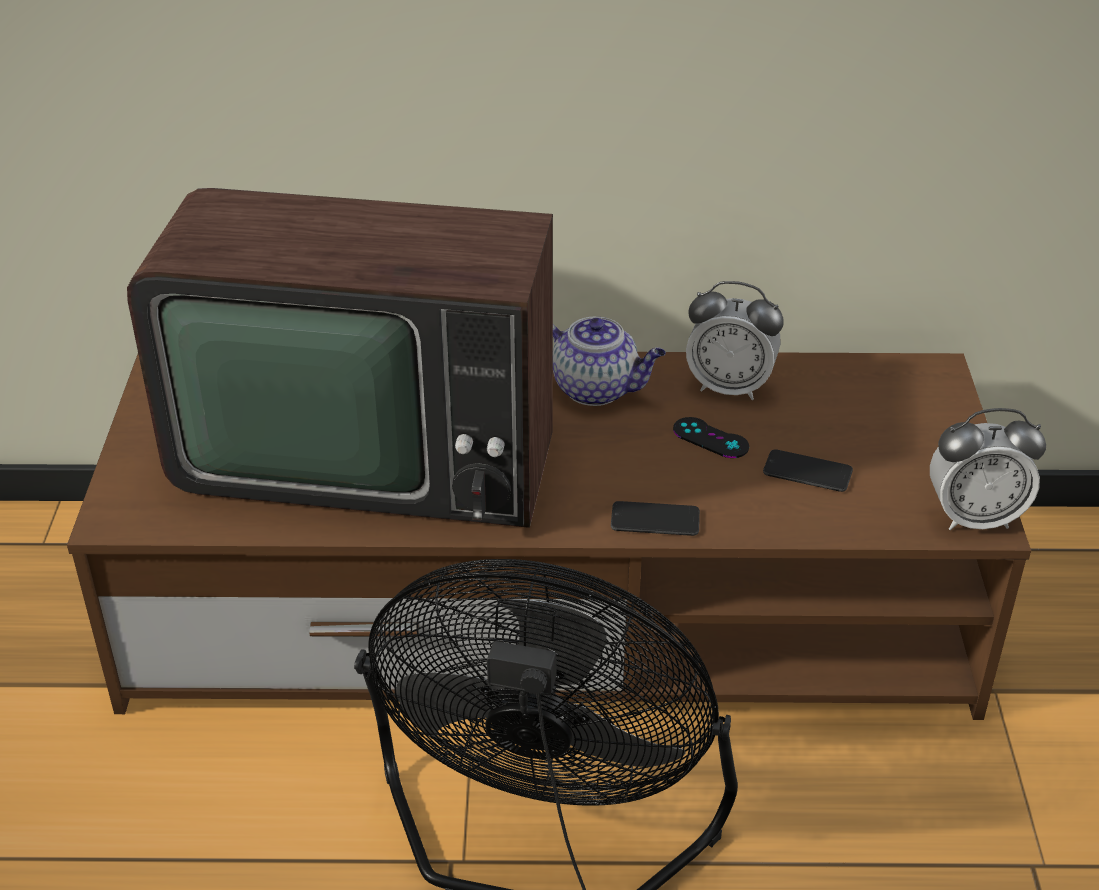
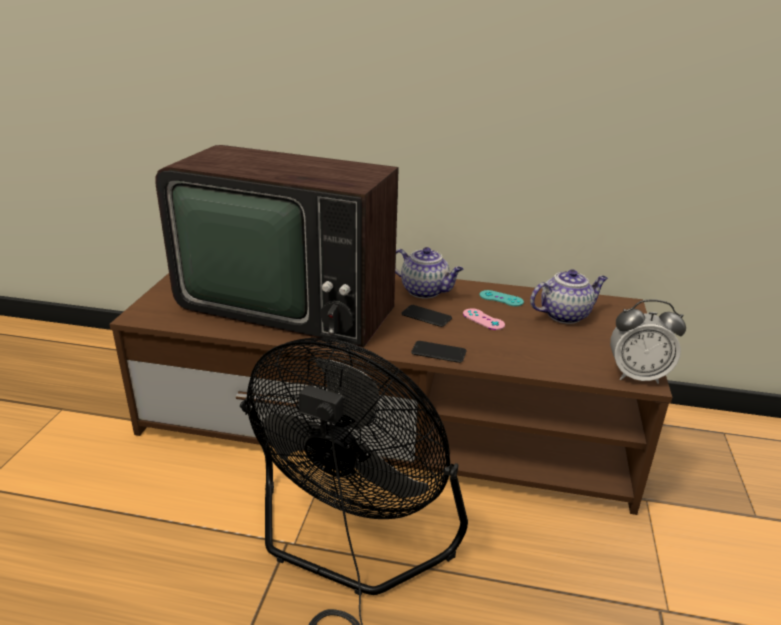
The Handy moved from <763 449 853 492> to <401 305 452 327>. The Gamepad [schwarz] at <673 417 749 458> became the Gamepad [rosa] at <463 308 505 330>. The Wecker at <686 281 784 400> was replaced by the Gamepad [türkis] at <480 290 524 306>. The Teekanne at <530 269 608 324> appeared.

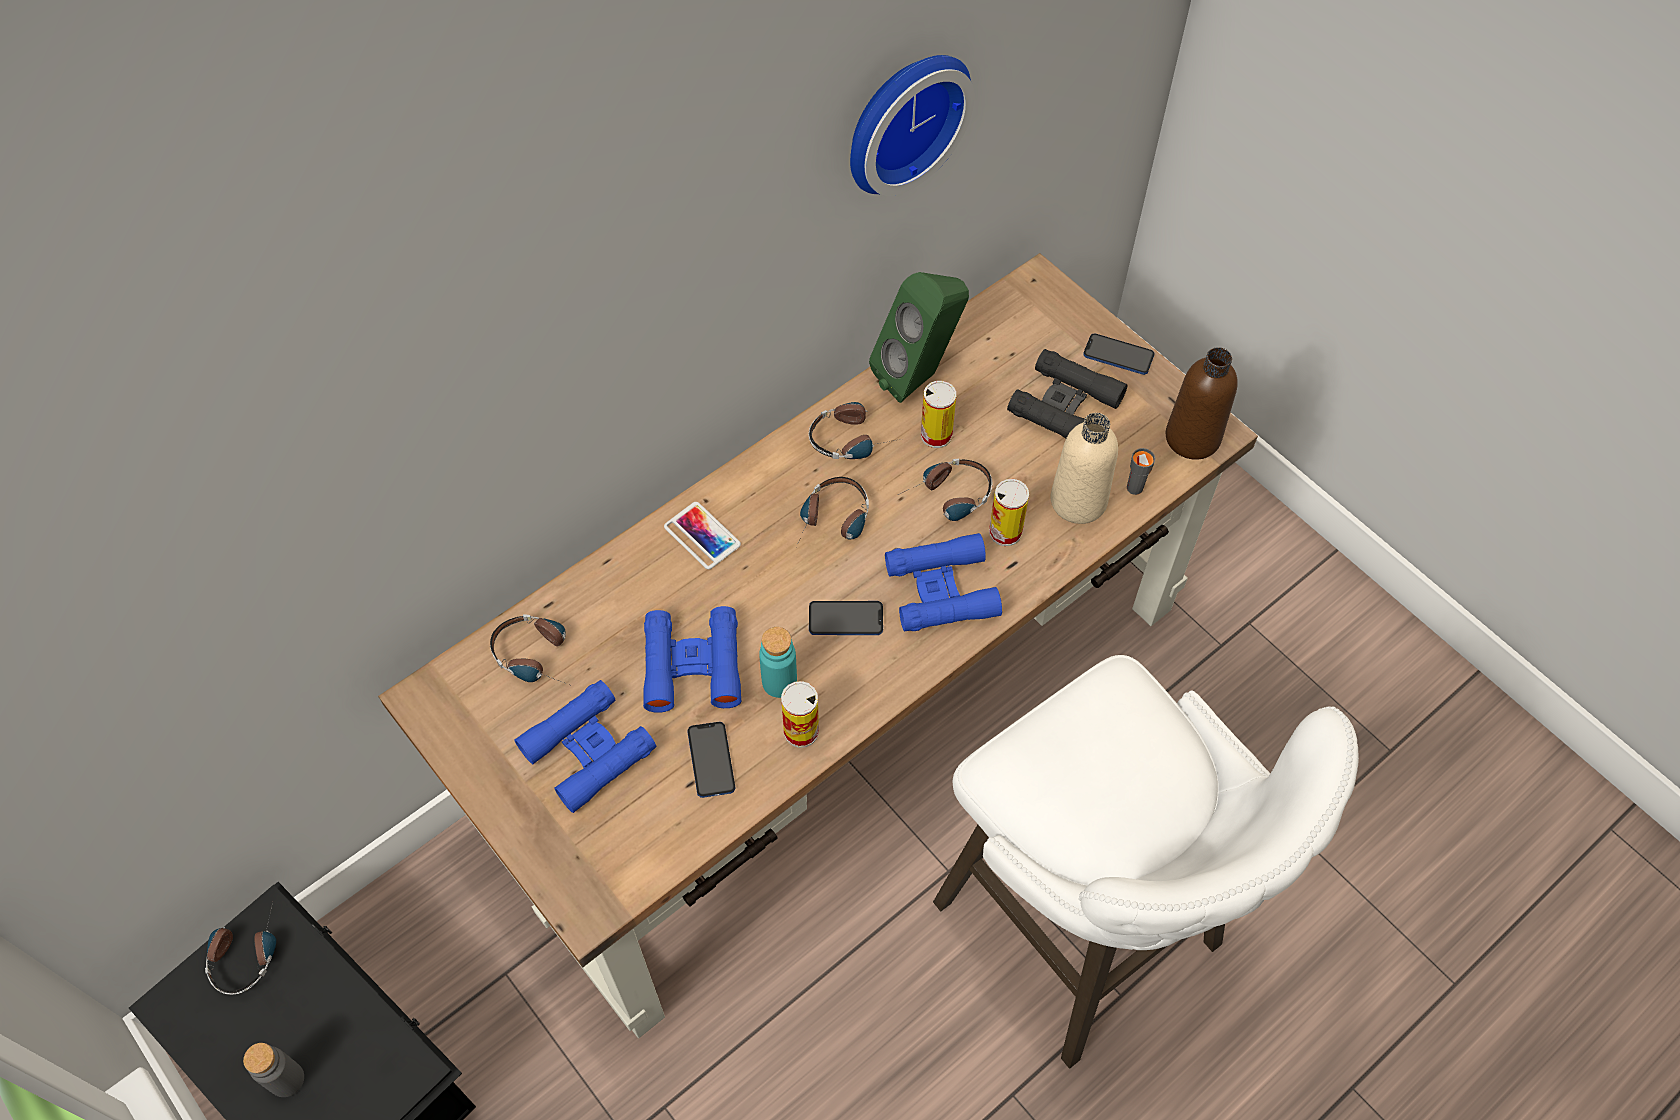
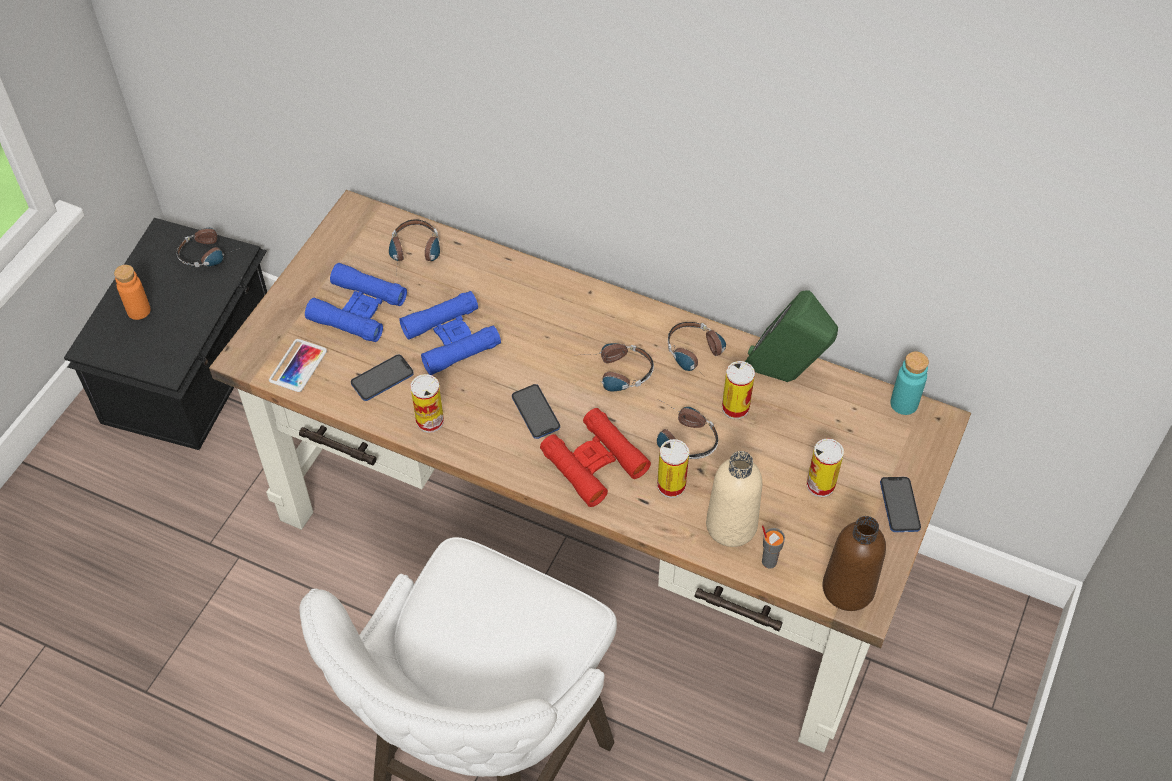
The Flasche [grau] at <243 1043 304 1097> became the Flasche [orange] at <114 265 151 320>. The Handy moved from <664 502 741 569> to <269 339 327 392>. The Fernglas [blau] at <885 533 1002 632> became the Fernglas [rot] at <540 408 651 507>. The Fernglas [schwarz] at <1007 349 1128 438> was replaced by the Dose at <807 438 844 497>. The Flasche [türkis] moved from <759 627 797 698> to <890 352 929 415>. The Wanduhr at <850 55 975 196> disappeared.

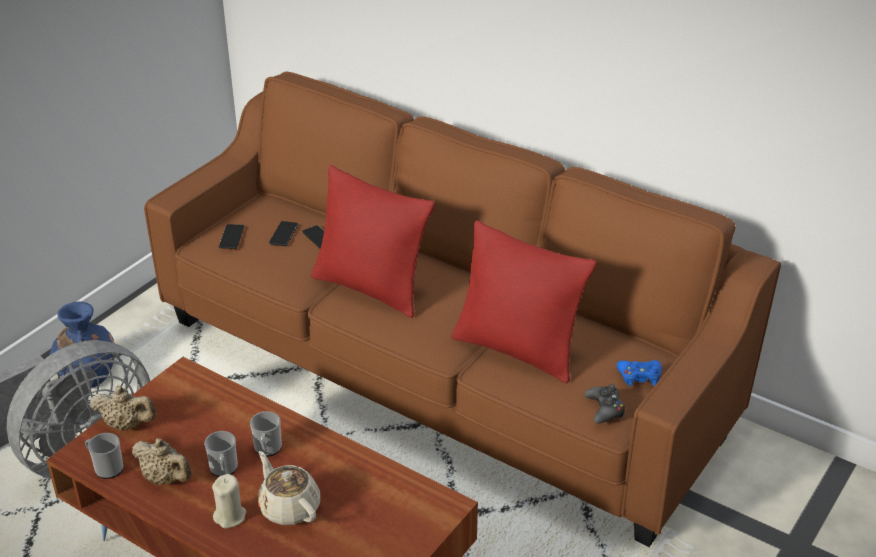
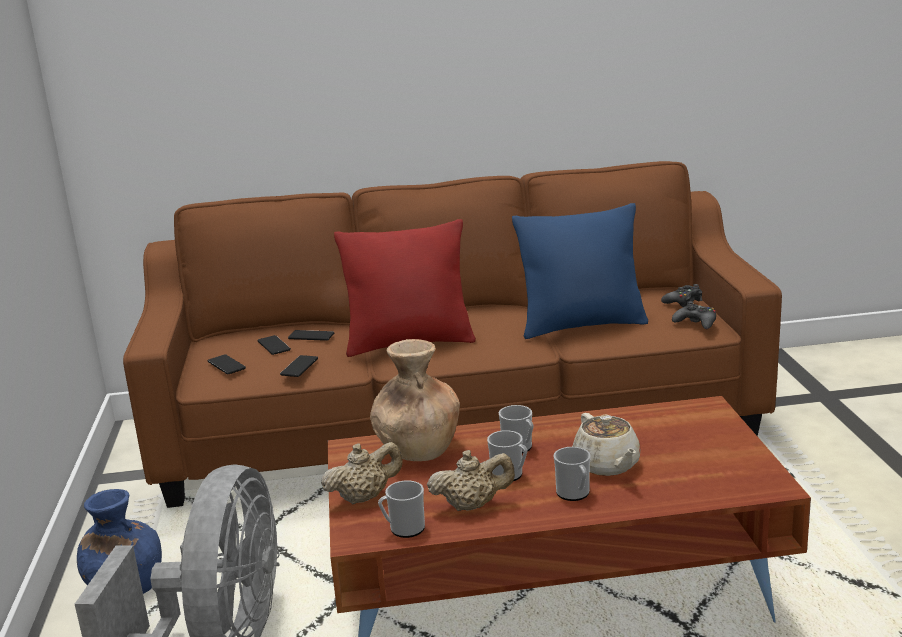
The Handy at <280 355 318 377> appeared. The Vase [braun] at <370 339 460 461> appeared. The Kissen [rot] at <452 220 597 383> became the Kissen [blau] at <512 203 648 339>. The Kerze [beige] at <212 474 246 528> was replaced by the Henkelbecher at <554 447 591 501>. The Teekanne [beige] at <258 451 320 525> turned 120 degrees counterclockwise. The Gamepad [blau] at <617 360 662 387> became the Gamepad [schwarz] at <661 284 702 307>.

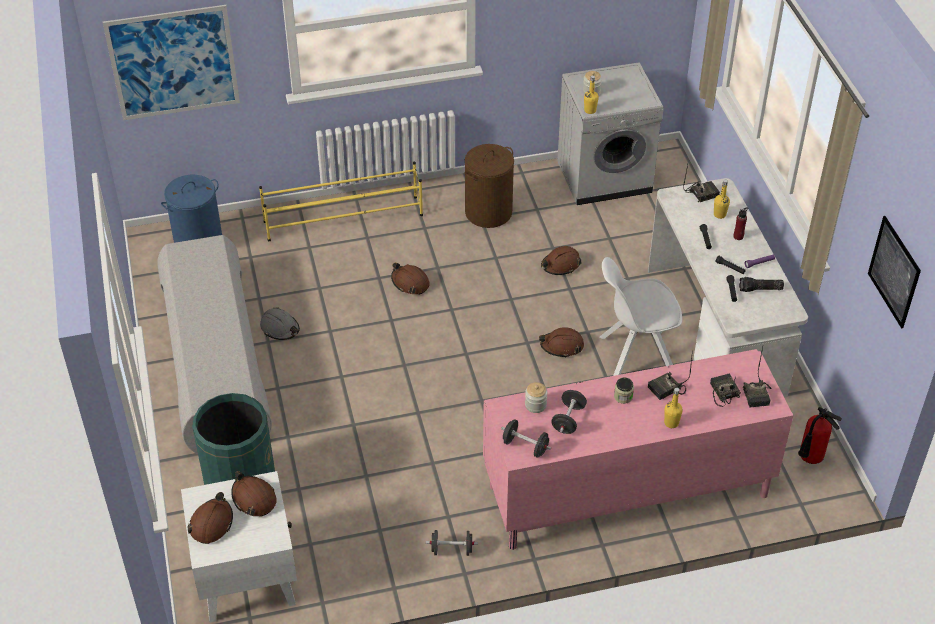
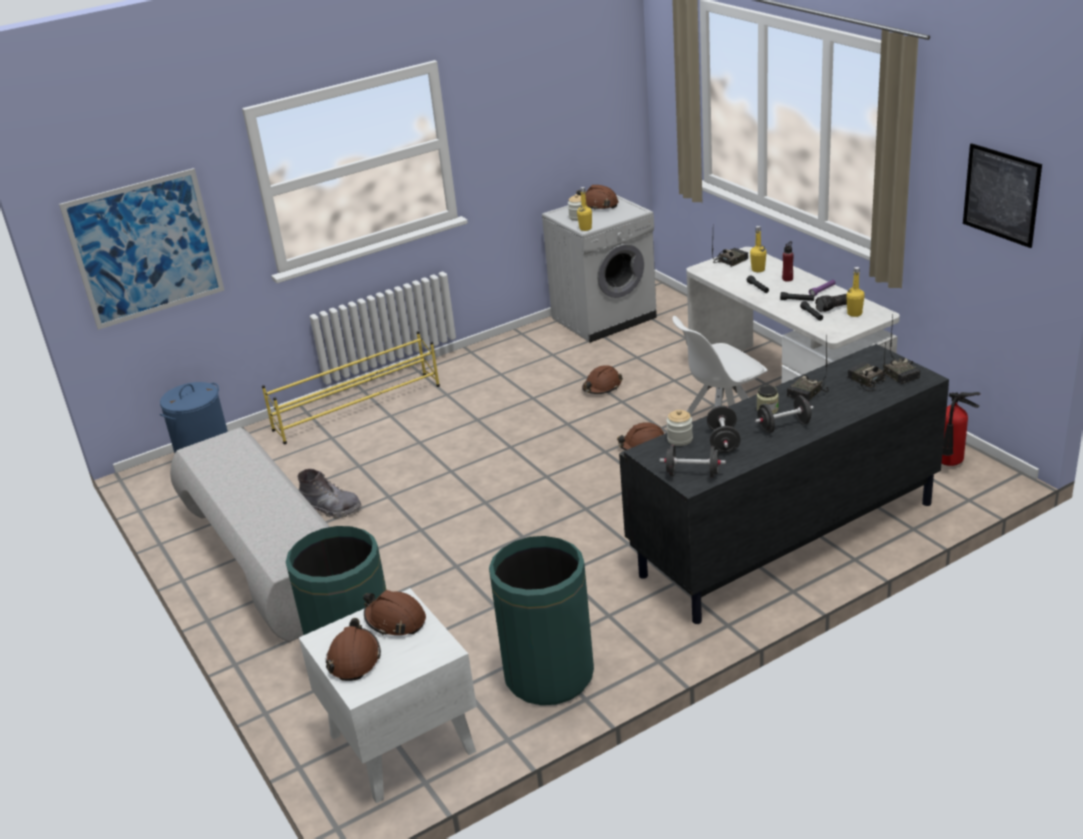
The Schutzhelm [grau] at <260 307 300 340> was replaced by the Stiefel [grau] at <297 469 362 518>. The Mülleimer [grün] at <489 536 594 705> appeared. The Schutzhelm [braun] moved from <391 263 430 295> to <576 185 618 210>. The Schrank [rosa] at <483 349 793 550> became the Schrank [schwarz] at <619 344 949 624>. The Hantel [schwarz] moved from <426 530 478 556> to <755 395 813 433>. The Flasche [gelb] moved from <664 388 683 428> to <846 267 865 317>. The Wäschekorb [braun] at <464 144 514 228> disappeared.

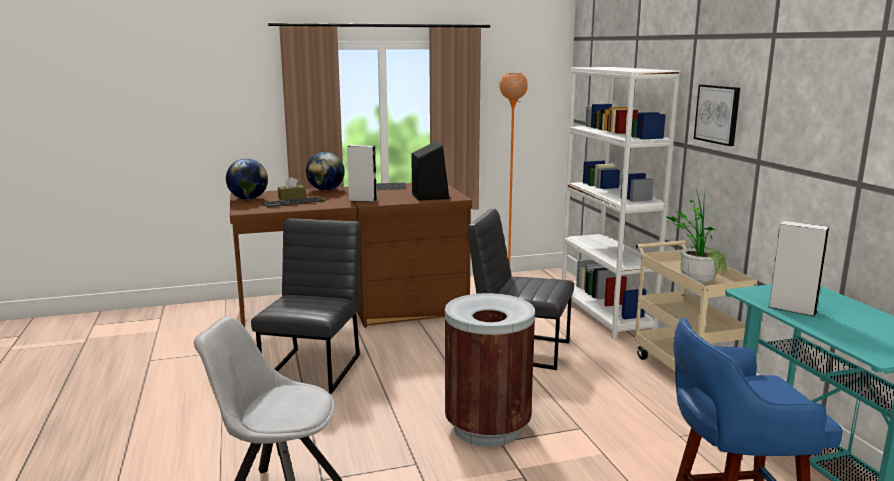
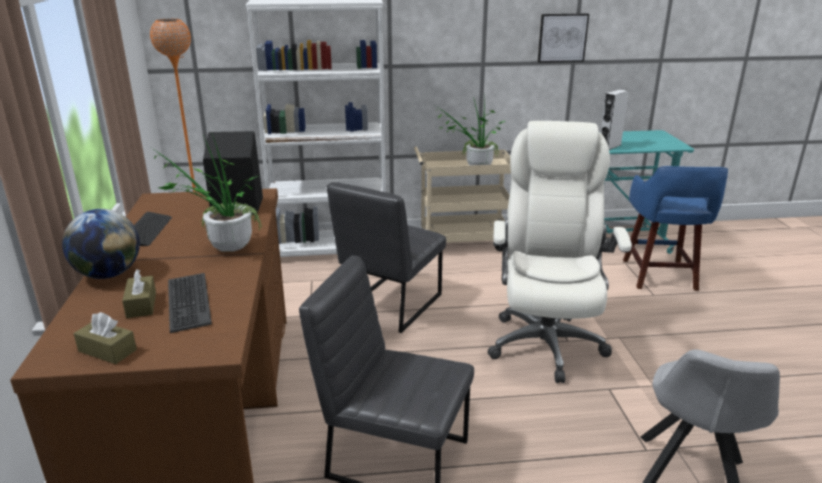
The Globus at <226 159 268 200> was replaced by the Taschentuchbox [braun] at <74 312 137 364>. The Lautsprecher [grau] at <347 145 377 202> was replaced by the Topfpflanze at <152 135 262 252>. The Mülleimer [braun] at <445 293 535 447> was replaced by the Bürostuhl [weiß] at <488 121 632 383>. The Bild moved from <694 85 740 146> to <538 14 589 63>.

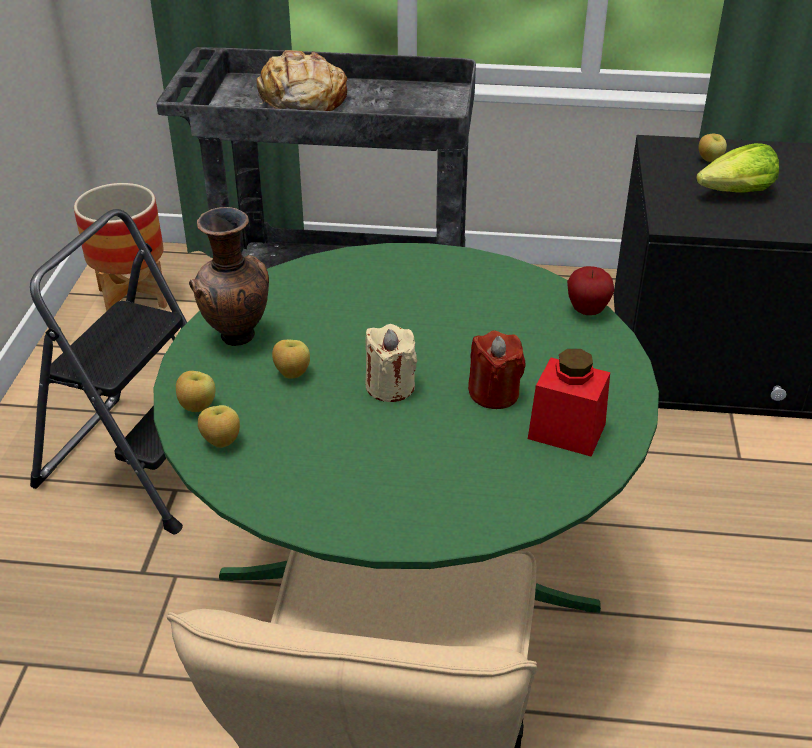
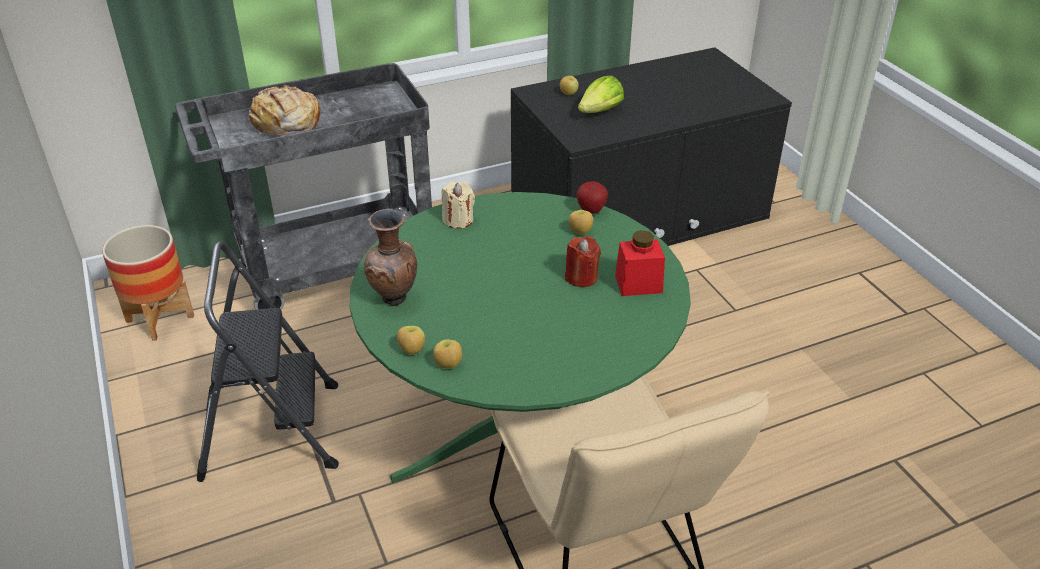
The Kerze [beige] moved from <365 324 417 402> to <441 181 475 229>. The Apfel moved from <272 340 310 379> to <569 210 593 234>.

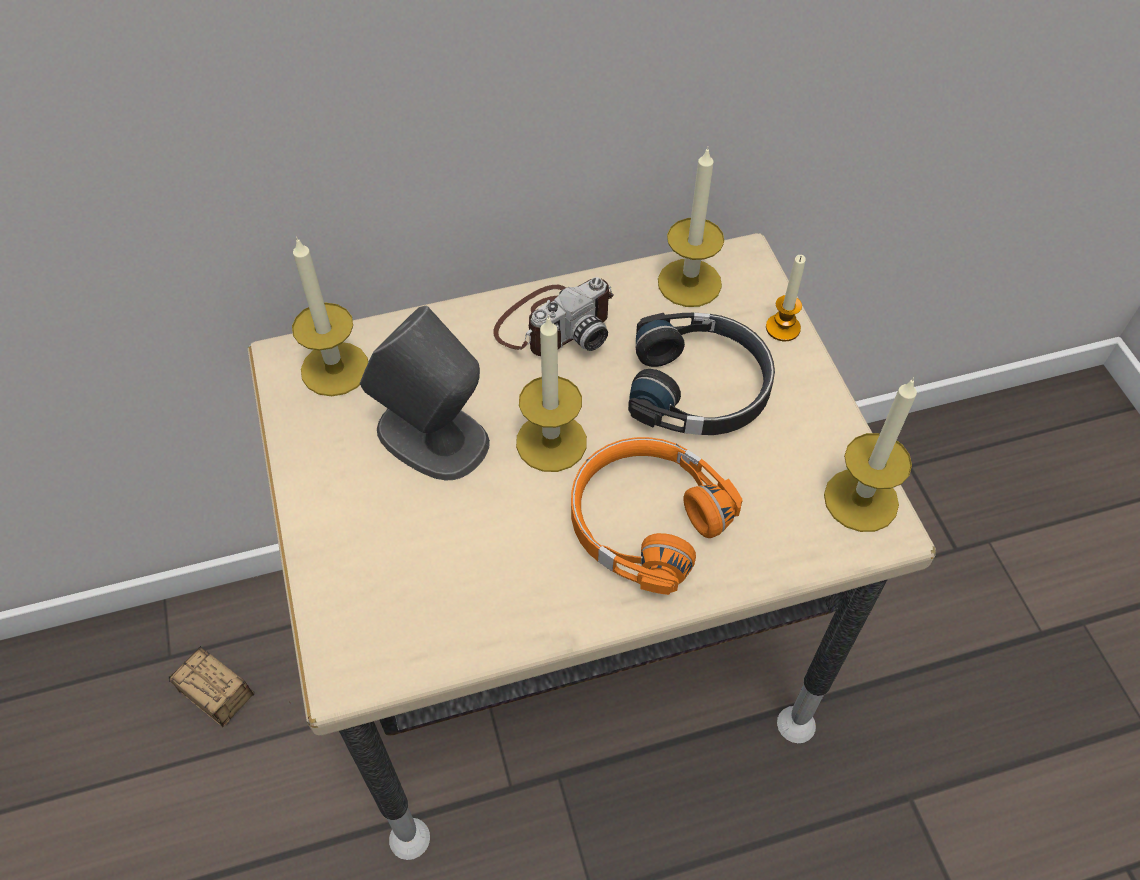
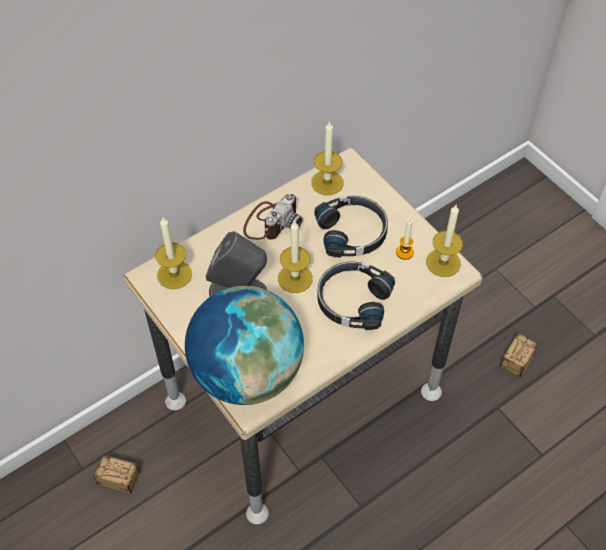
The Globus at <185 286 304 405> appeared. The Kopfhörer [orange] at <571 437 743 595> became the Kopfhörer [schwarz] at <317 261 395 330>. The Kerze moved from <766 255 806 341> to <396 219 414 260>. The Aufbewahrungsbox at <500 333 538 385> appeared.

